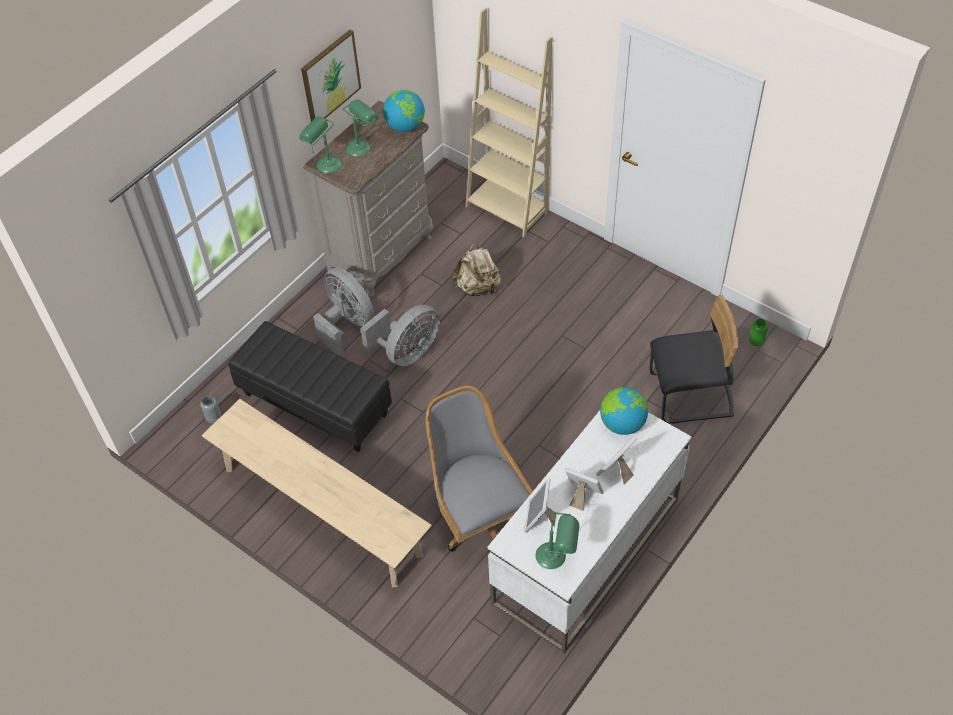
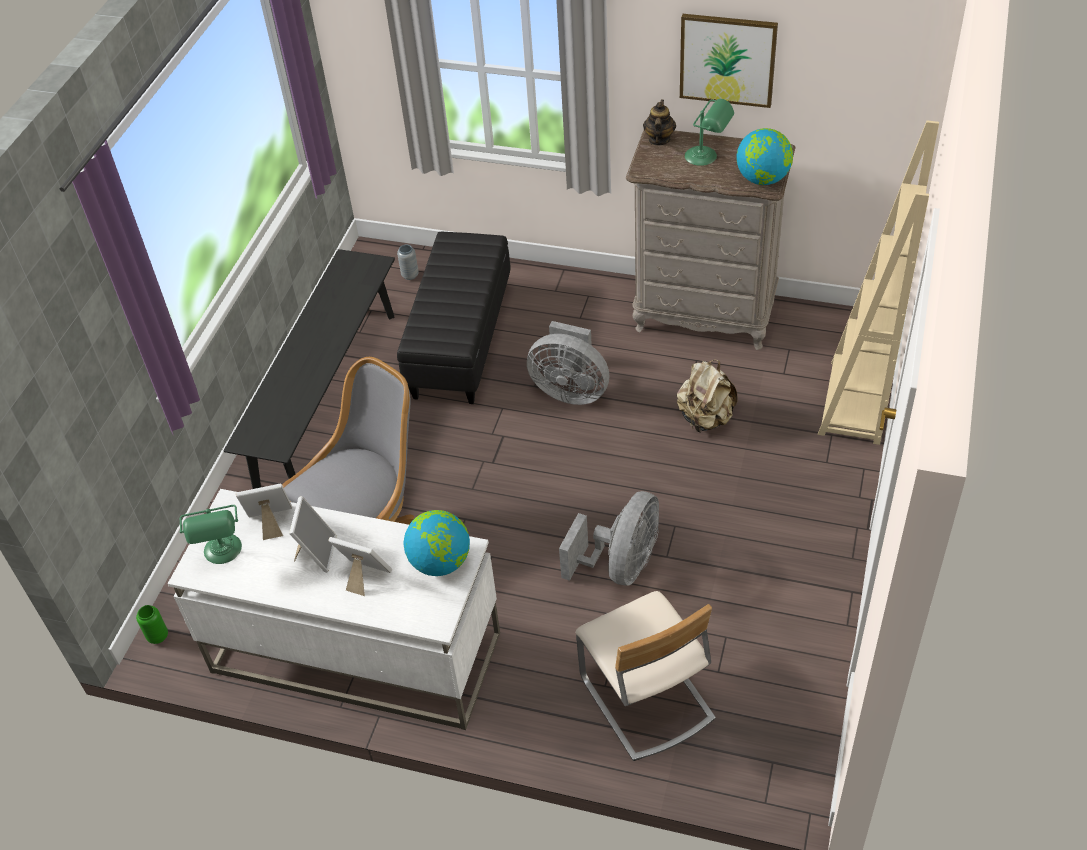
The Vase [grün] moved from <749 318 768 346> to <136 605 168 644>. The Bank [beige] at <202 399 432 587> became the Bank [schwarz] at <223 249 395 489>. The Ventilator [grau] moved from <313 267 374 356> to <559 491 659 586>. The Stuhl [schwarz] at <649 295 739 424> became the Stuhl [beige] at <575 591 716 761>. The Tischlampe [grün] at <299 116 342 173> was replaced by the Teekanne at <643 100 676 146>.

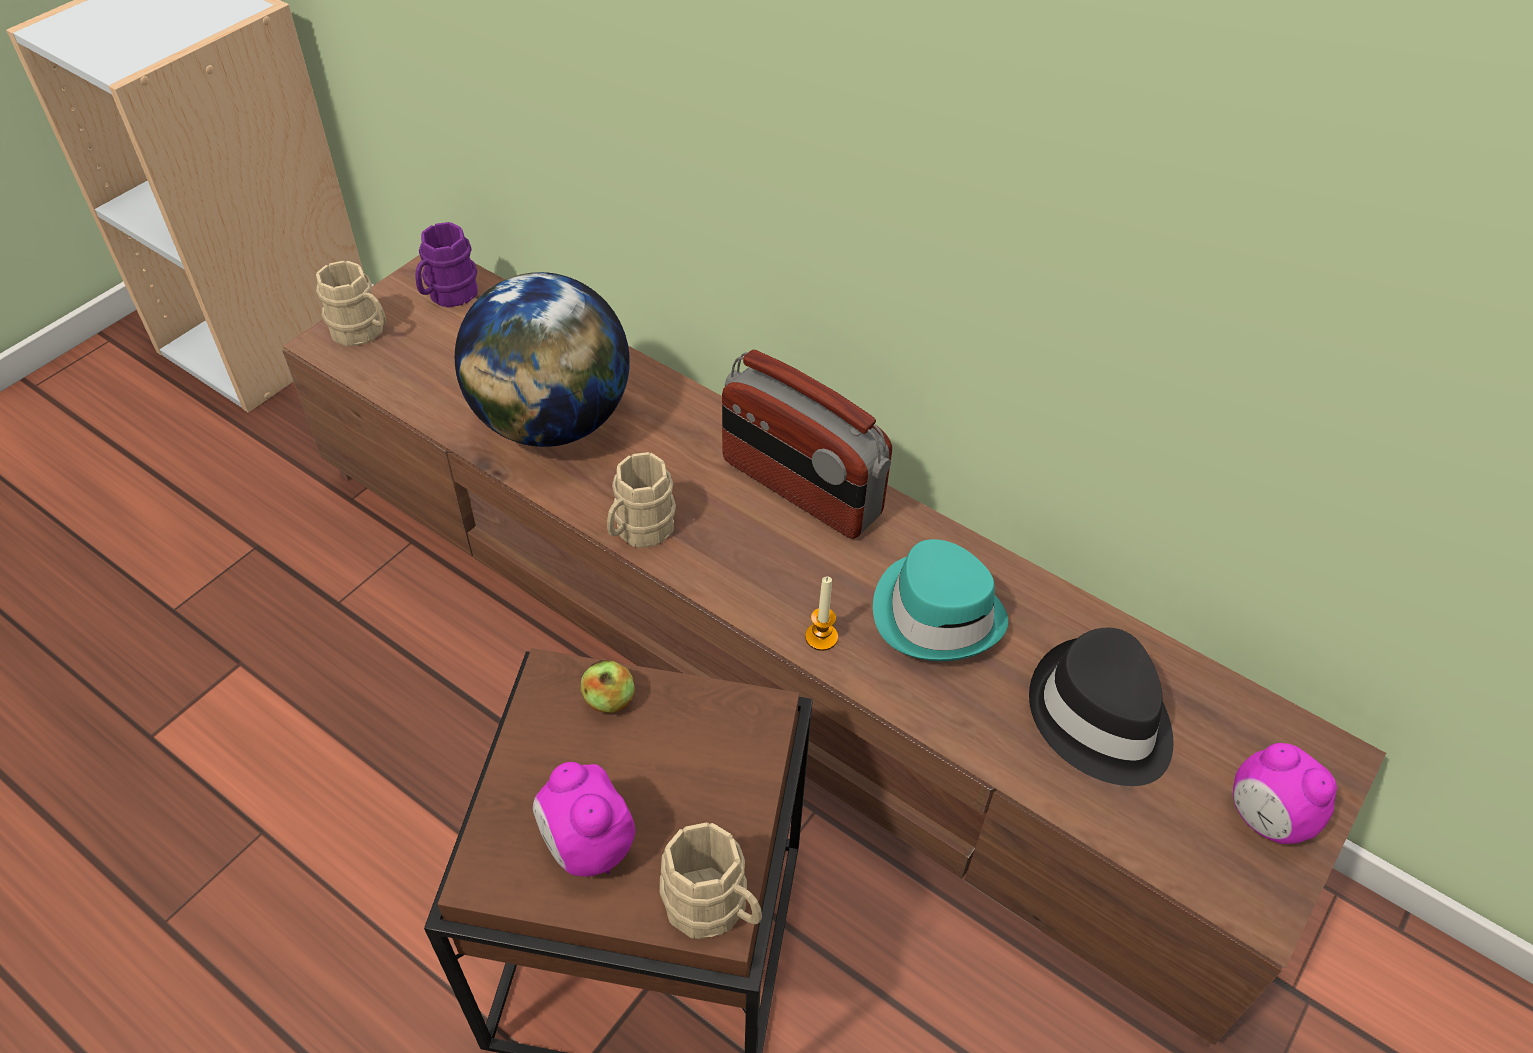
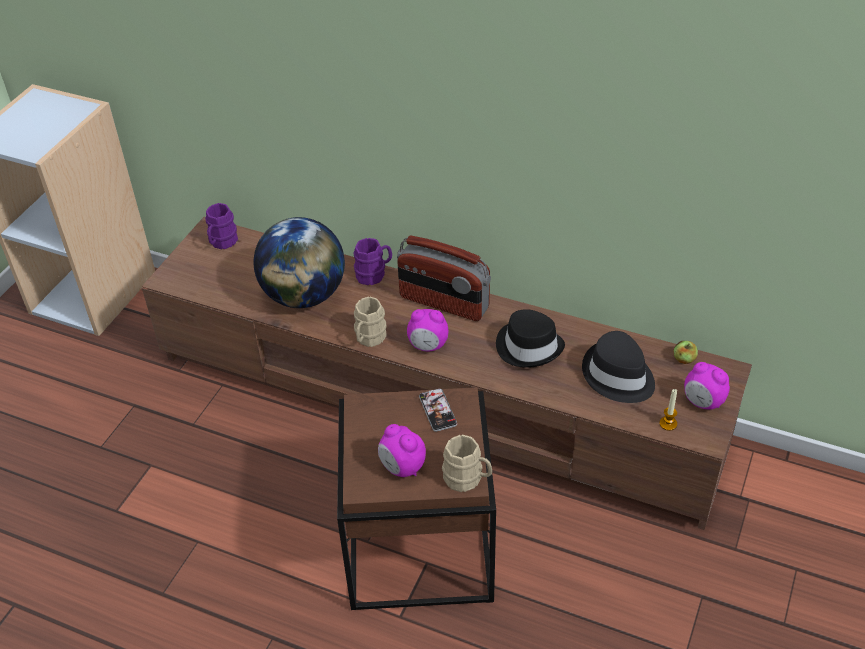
The Henkelbecher [lila] at <353 238 392 285> appeared. The Wecker at <407 309 448 351> appeared. The Handy at <419 388 457 432> appeared. The Hut [türkis] at <873 539 1008 661> became the Hut [schwarz] at <496 309 565 368>. The Kerze moved from <805 577 838 651> to <659 389 677 431>. The Apfel moved from <581 660 634 713> to <674 341 698 364>. The Henkelbecher [beige] at <316 261 386 347> disappeared.

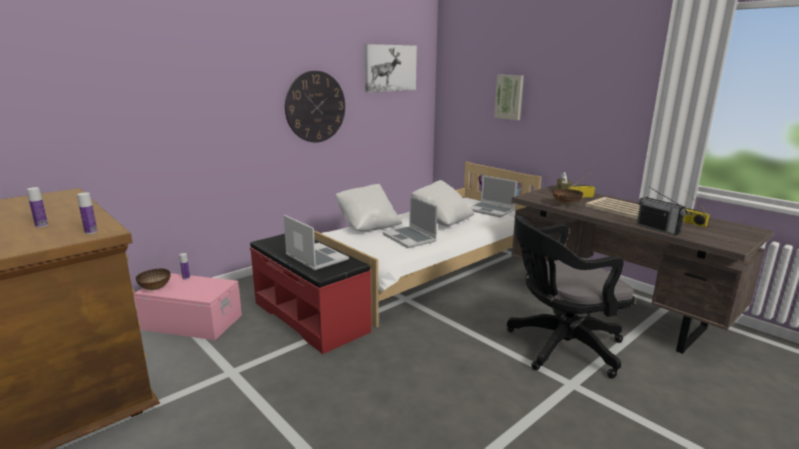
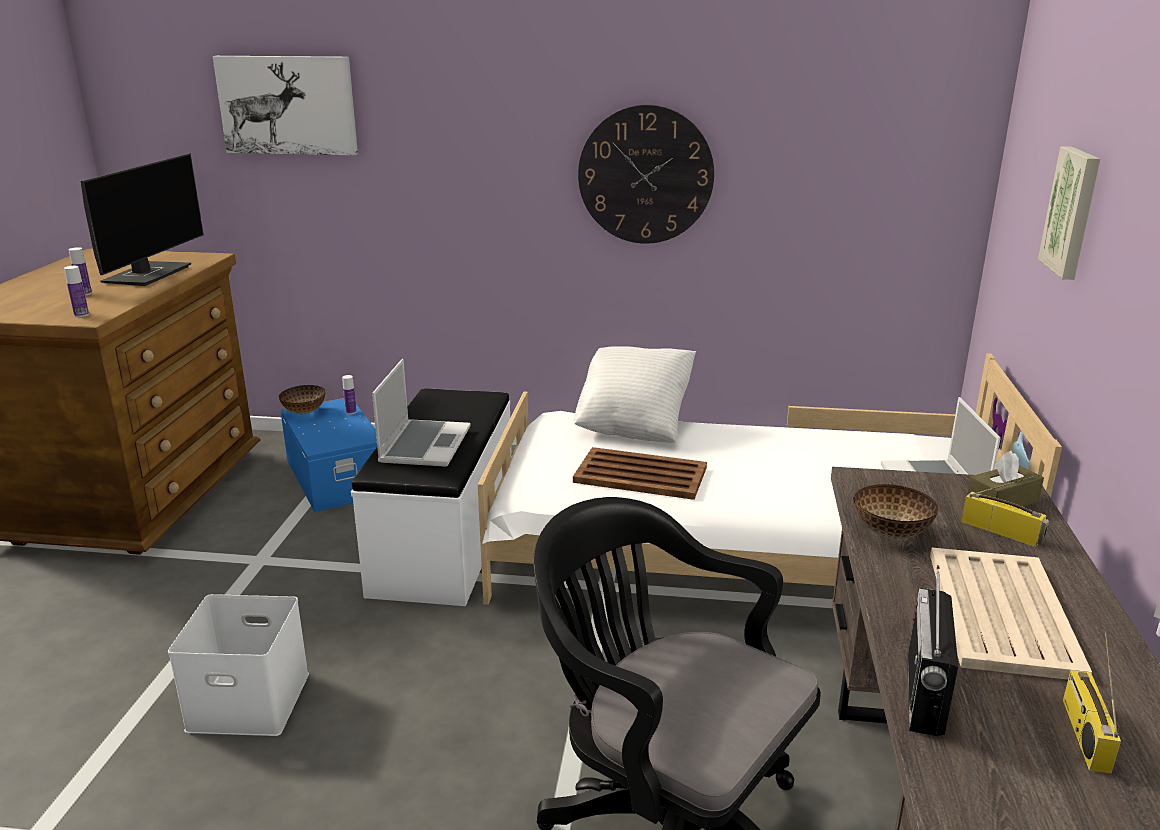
The Monitor at <81 153 204 286> appeared. The Aufbewahrungsbox [weiß] at <168 594 309 736> appeared. The Bild moved from <365 44 417 92> to <213 56 358 155>. The Aufbewahrungsbox [rosa] at <134 273 242 340> became the Aufbewahrungsbox [blau] at <280 398 377 512>. The Bank [rot] at <250 233 371 354> became the Bank [weiß] at <351 388 512 606>. The Laptop at <383 195 437 248> was replaced by the Tablett [braun] at <573 447 707 500>. The Kissen [weiß] at <411 180 474 226> disappeared.

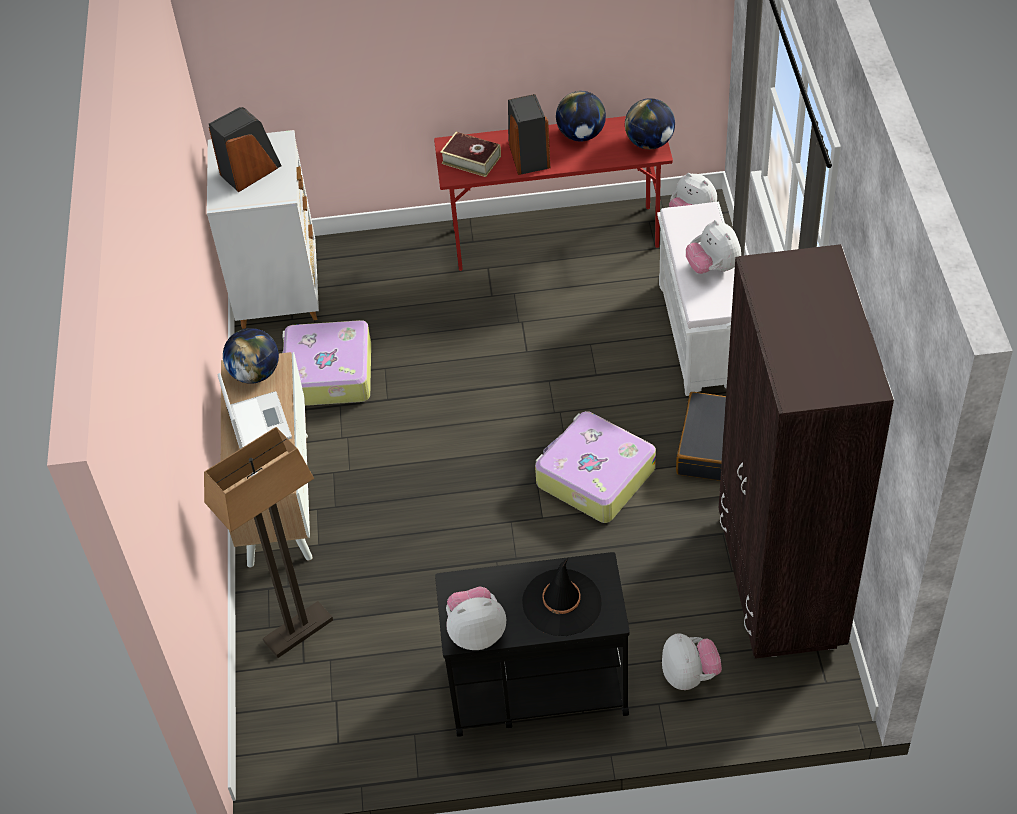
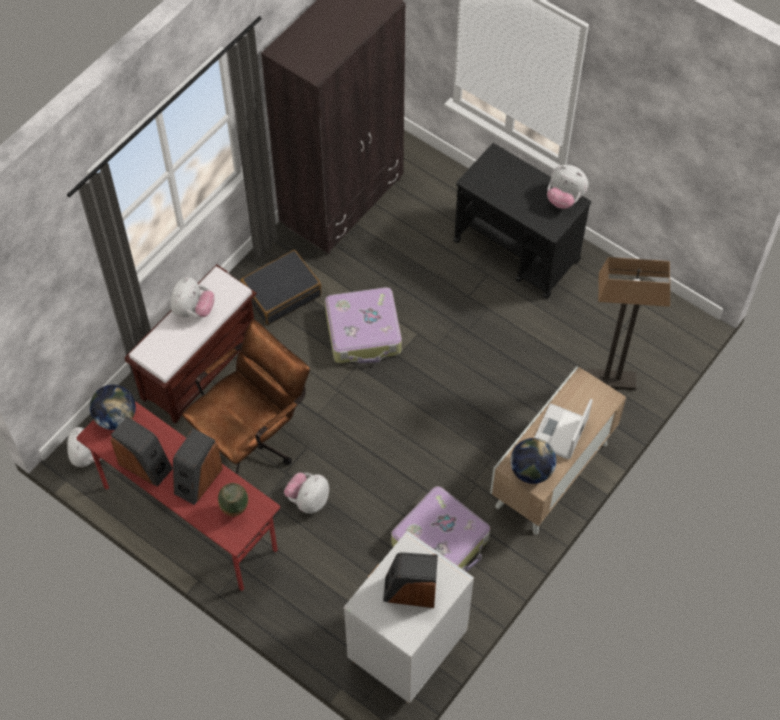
The Globus at <556 91 606 142> was replaced by the Lautsprecher at <111 416 173 487>. The Bank [weiß] at <657 202 735 396> became the Bank [braun] at <125 264 257 424>. The Bürostuhl [braun] at <182 319 310 475> appeared. The Buch at <440 132 501 177> was replaced by the Vase at <218 483 248 517>. The Plüschtier moved from <662 633 722 690> to <284 472 329 514>. The Hut [schwarz] at <522 558 601 636> disappeared.

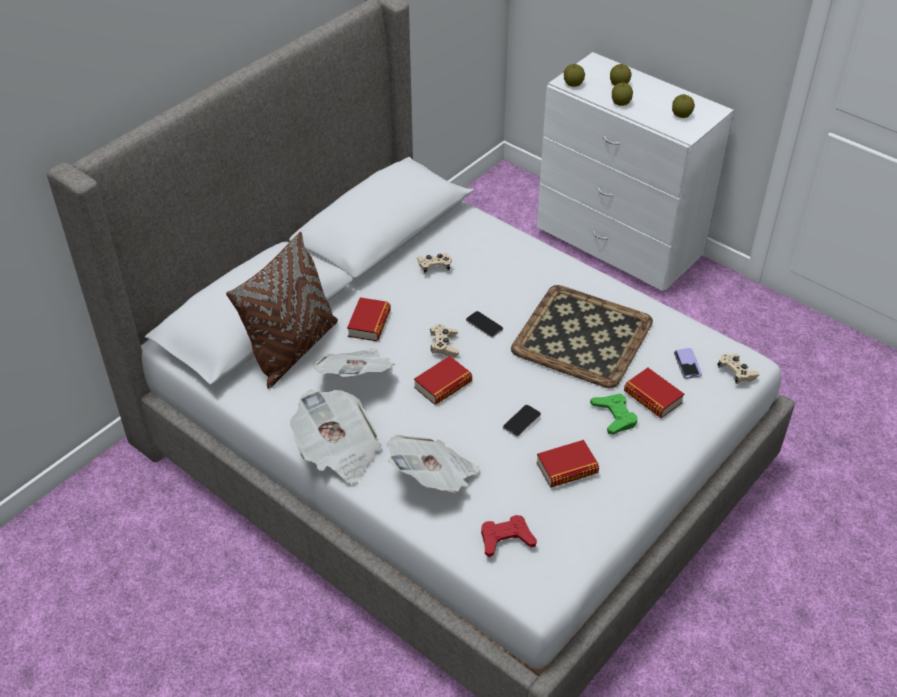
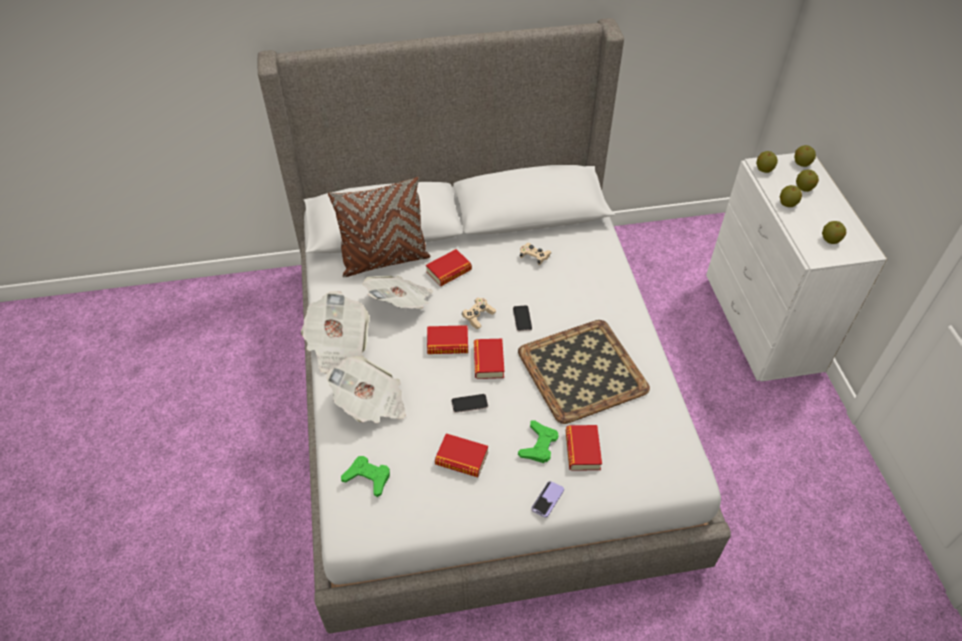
The Gamepad [rot] at <481 515 537 557> became the Gamepad [grün] at <341 456 390 497>. The Buch at <474 339 504 379> appeared. The Handy moved from <674 348 702 379> to <531 481 564 518>. The Apfel at <794 145 816 167> appeared. The Gamepad [beige] at <718 354 759 384> disappeared.

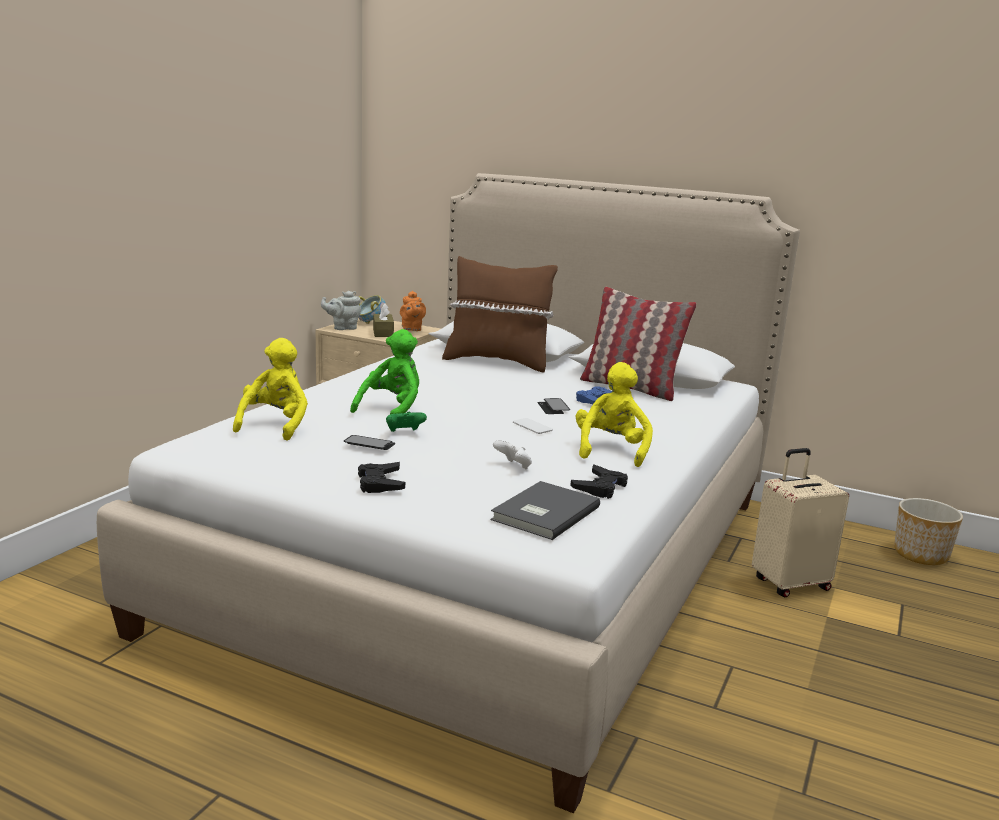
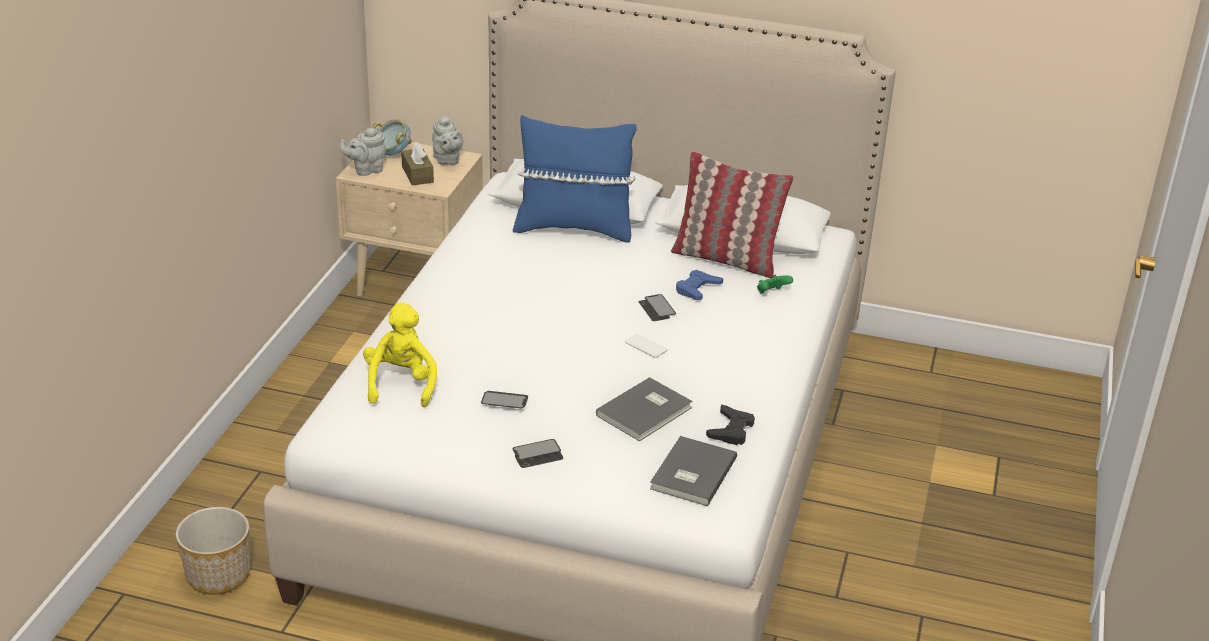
The Pflanzkübel moved from <894 498 963 565> to <176 507 250 594>. The Teekanne [orange] at <400 291 426 331> became the Teekanne [grau] at <432 115 463 165>. The Gamepad [schwarz] at <358 462 405 493> was replaced by the Handy at <512 439 563 468>. The Kissen [braun] at <442 256 558 373> became the Kissen [blau] at <513 115 637 243>. The Gamepad [weiß] at <493 440 532 469> was replaced by the Buch [grau] at <596 377 692 441>. The Gamepad [grün] moved from <386 412 427 432> to <757 274 793 293>. The Plüschtier [grün] at <350 329 419 414> disappeared. The Plüschtier [gelb] at <576 362 653 467> disappeared. The Koffer [beige] at <752 448 849 597> disappeared.

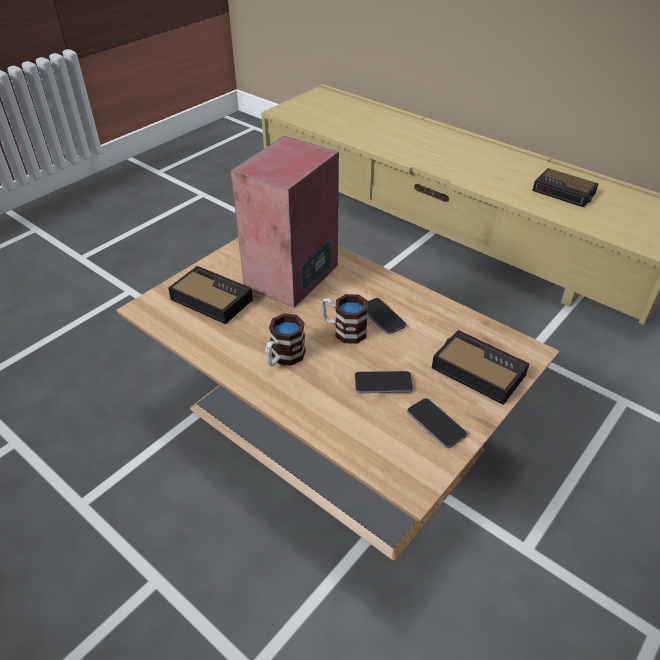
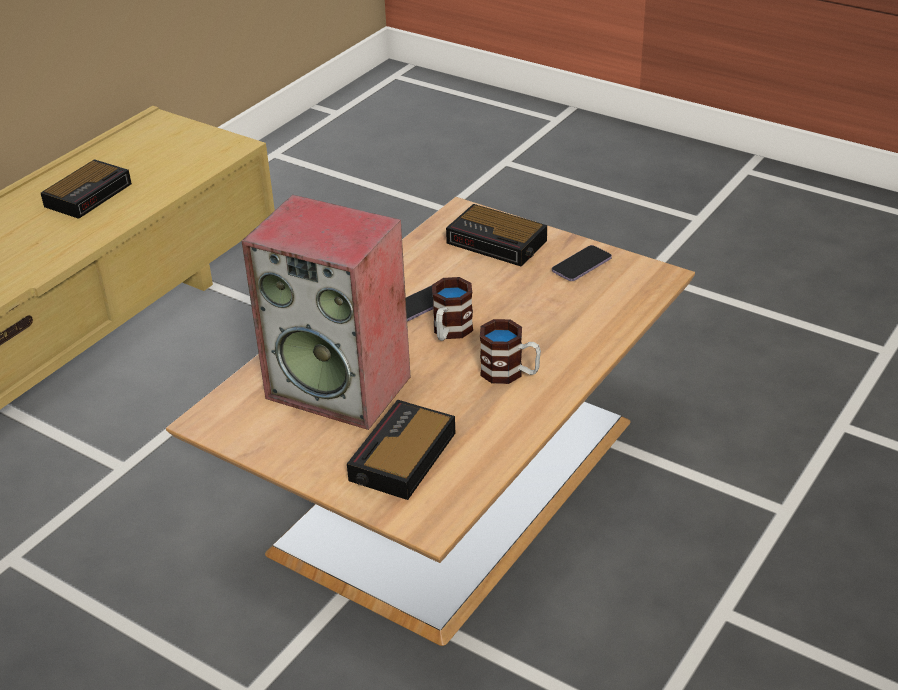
The Wecker at <432 330 530 405> turned 90 degrees counterclockwise. The Handy at <355 371 413 393> disappeared.

